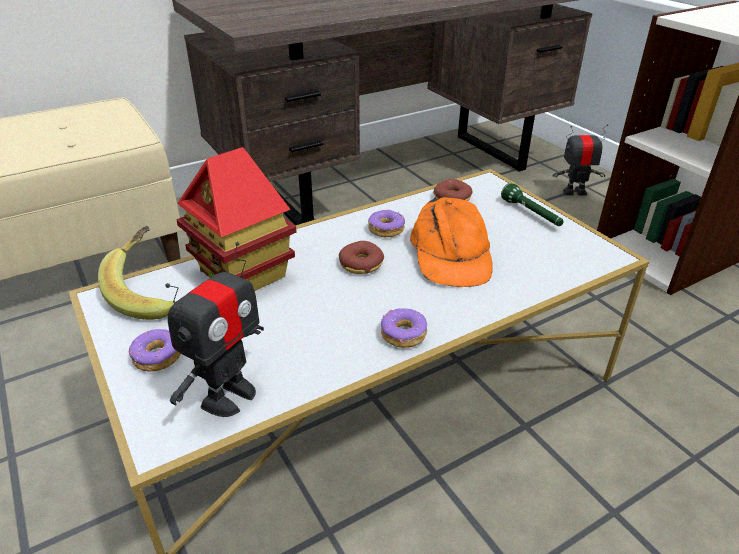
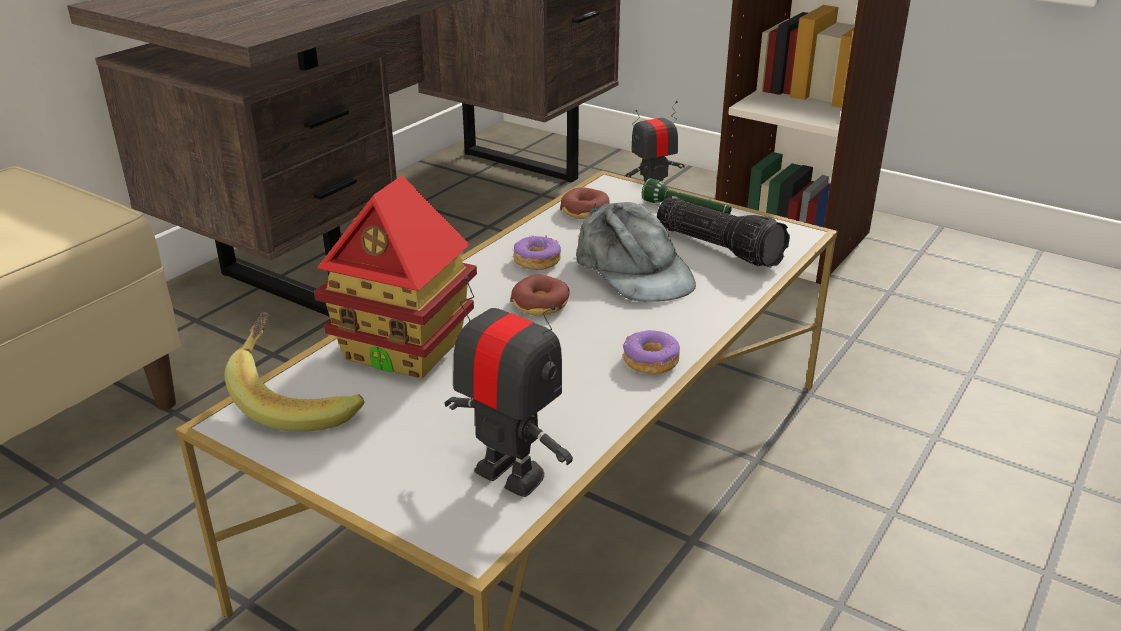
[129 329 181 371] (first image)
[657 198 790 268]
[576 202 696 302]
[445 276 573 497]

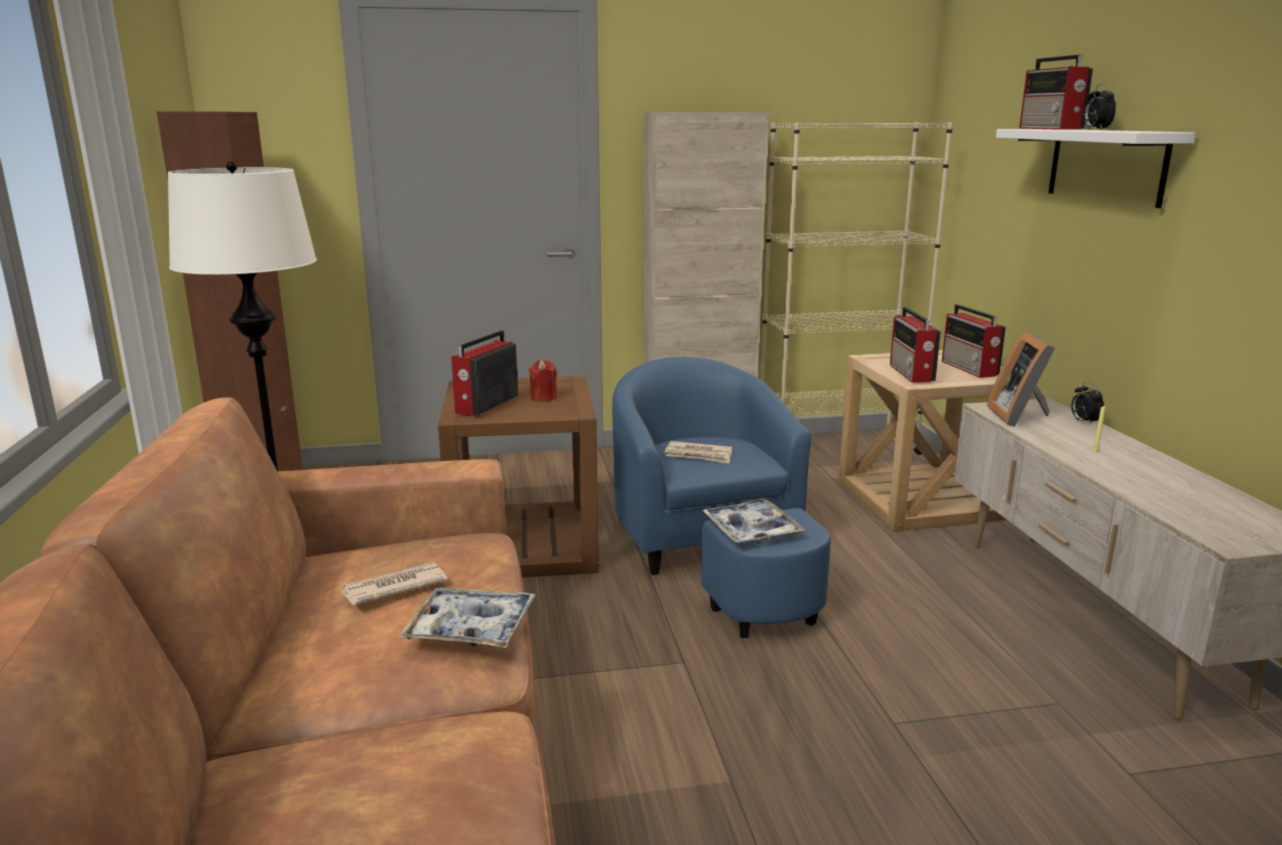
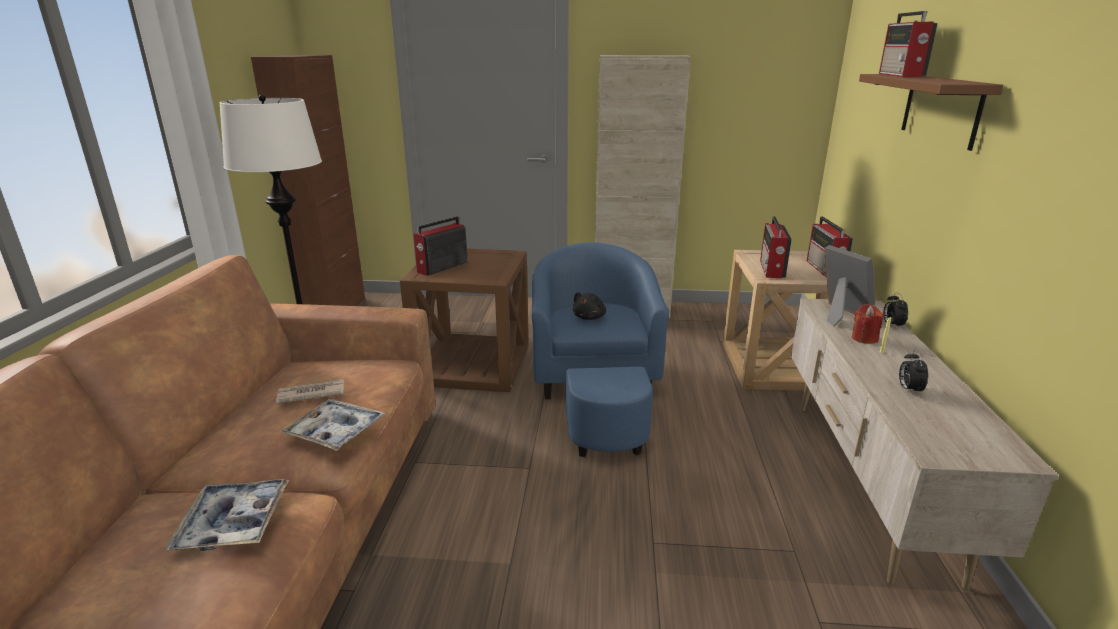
[760 122 953 455] (first image)
[852 304 883 344]
[166 479 289 551]
[899 350 928 394]
[573 292 606 320]
[859 74 1003 151]
[825 245 875 326]

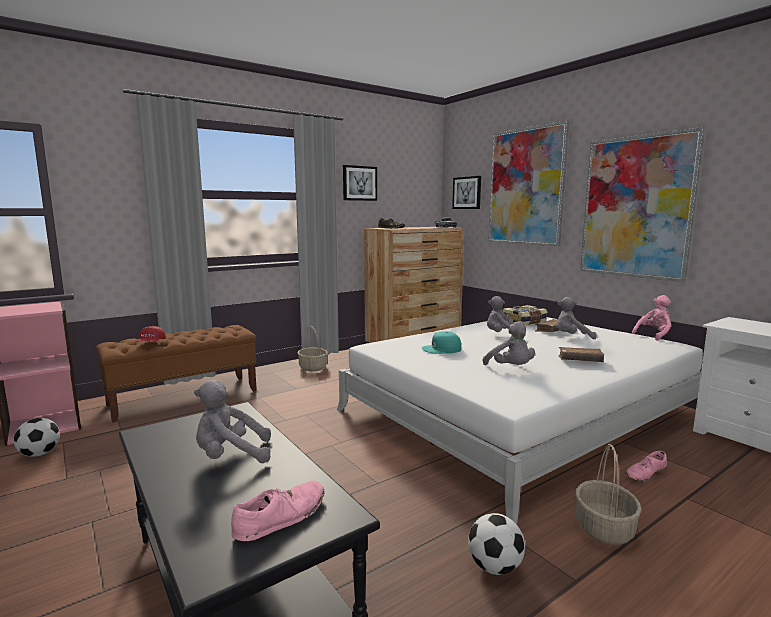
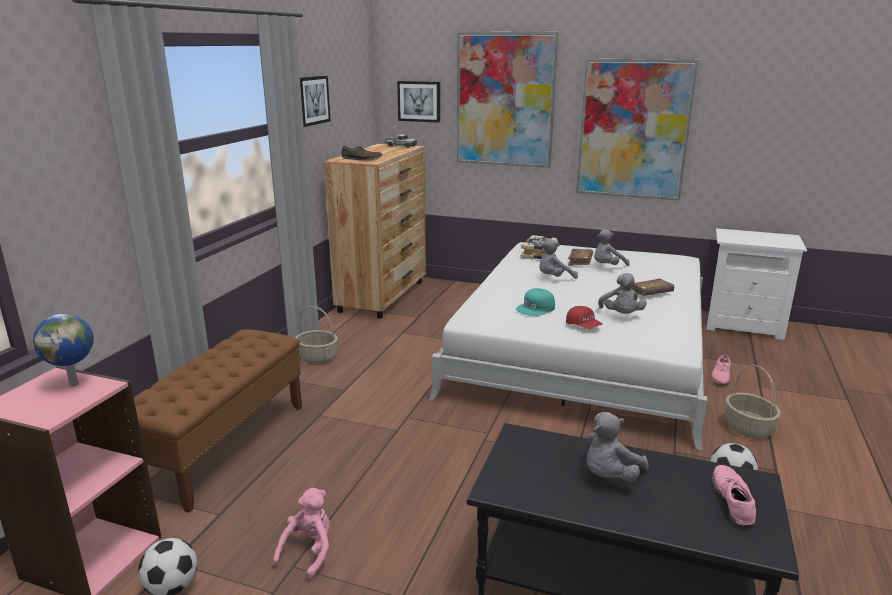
[33 314 94 387]
[566 306 603 329]
[272 488 330 580]
[598 273 647 314]

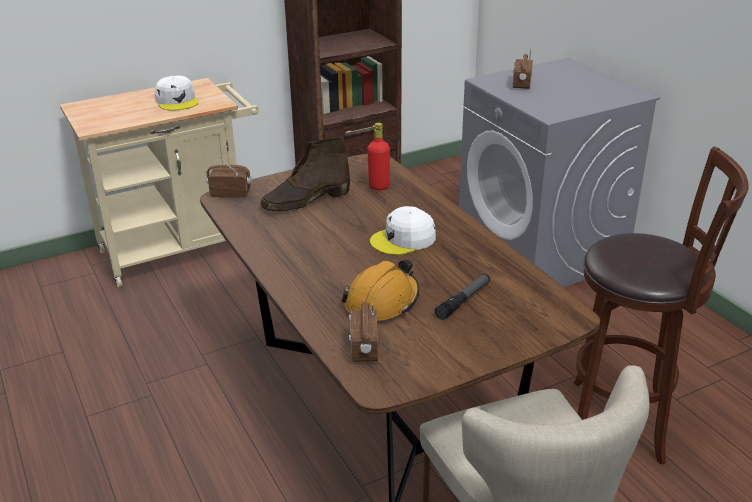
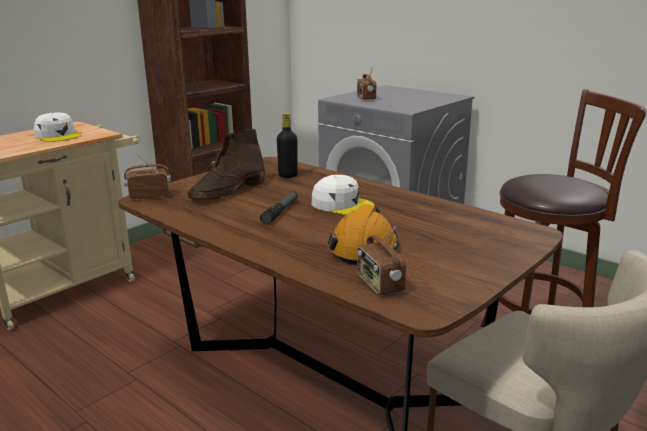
[260 192 298 225]
[277 113 298 178]
[312 175 374 215]

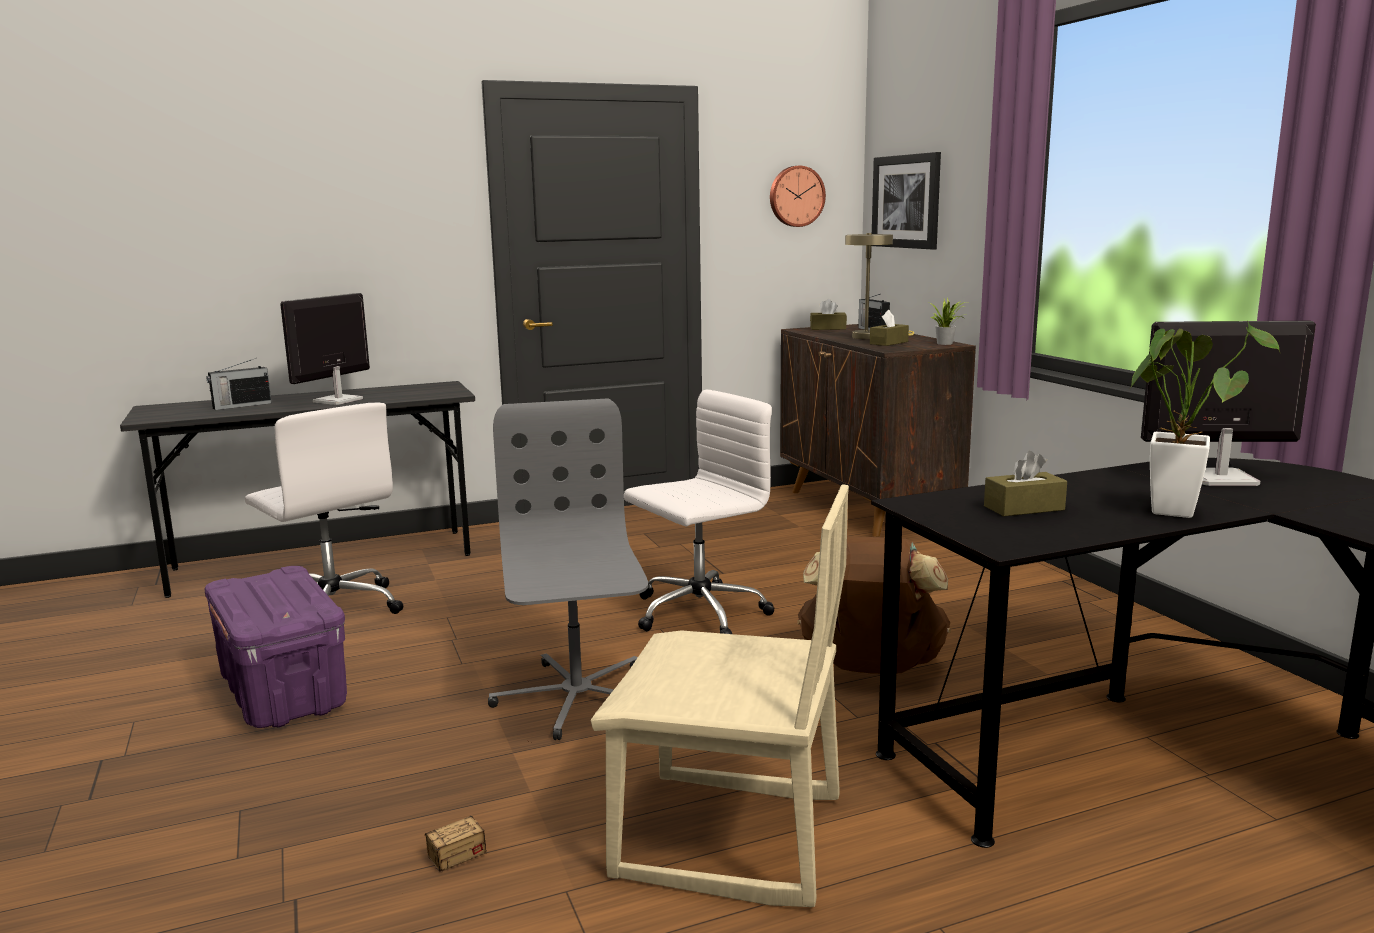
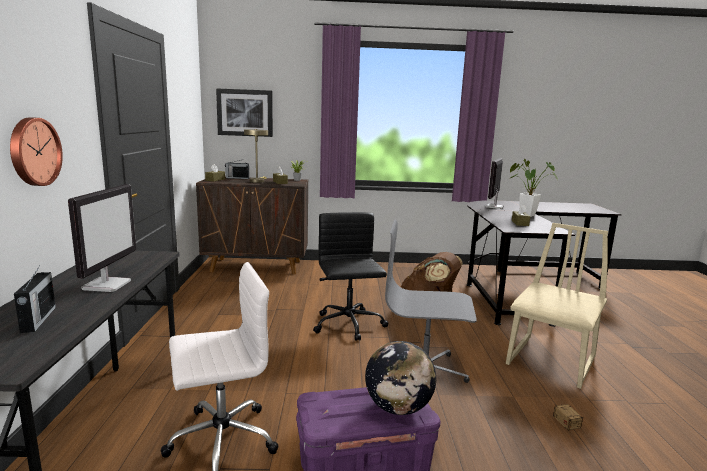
[365 341 436 415]
[10 117 63 186]
[313 212 388 341]
[68 184 136 292]

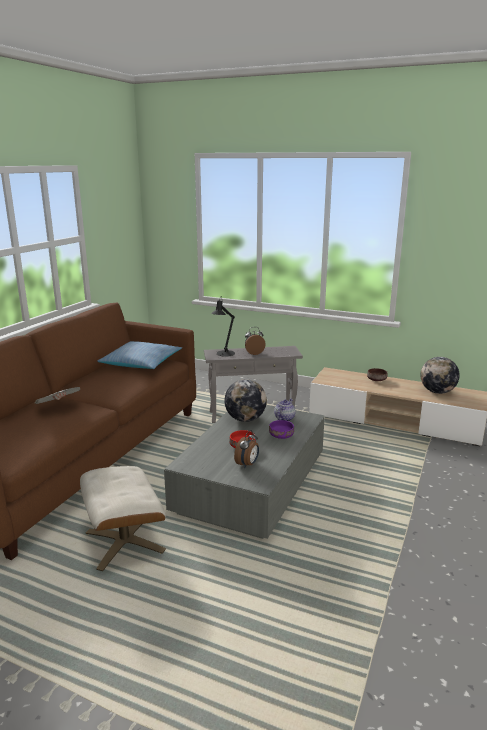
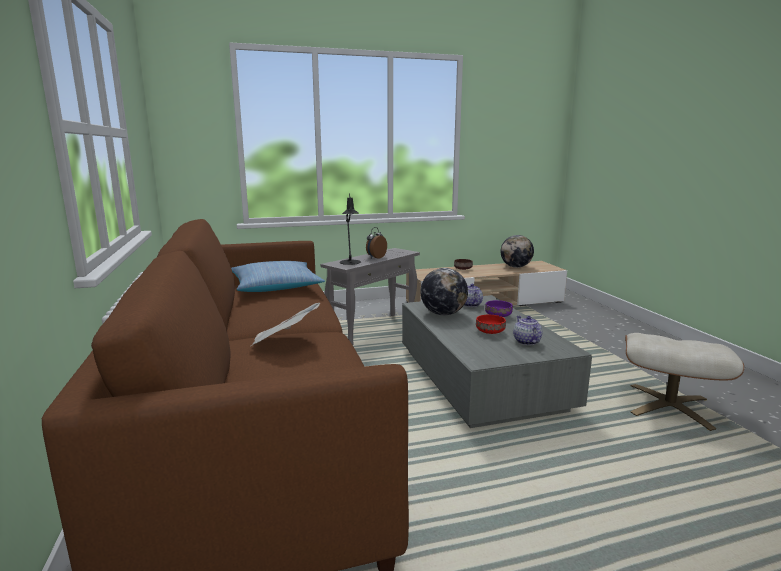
[625 333 744 431]
[513 316 542 345]

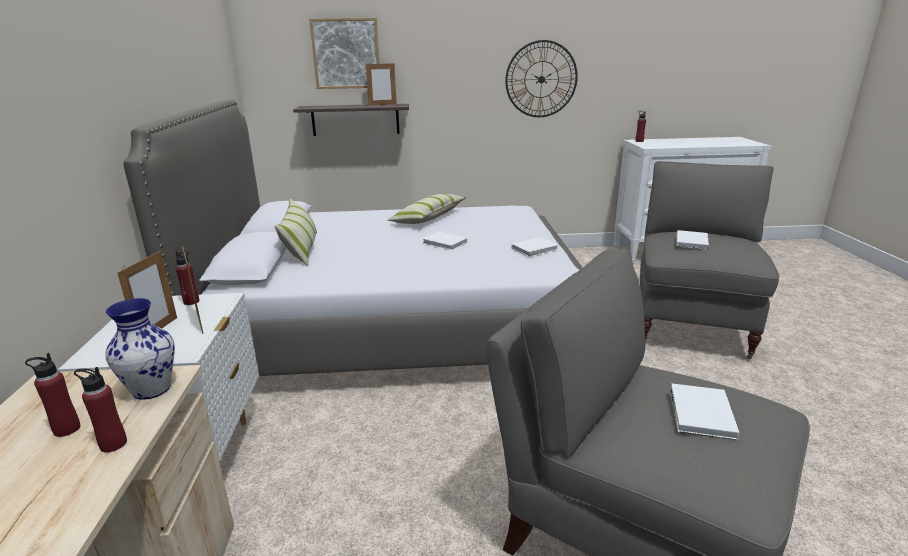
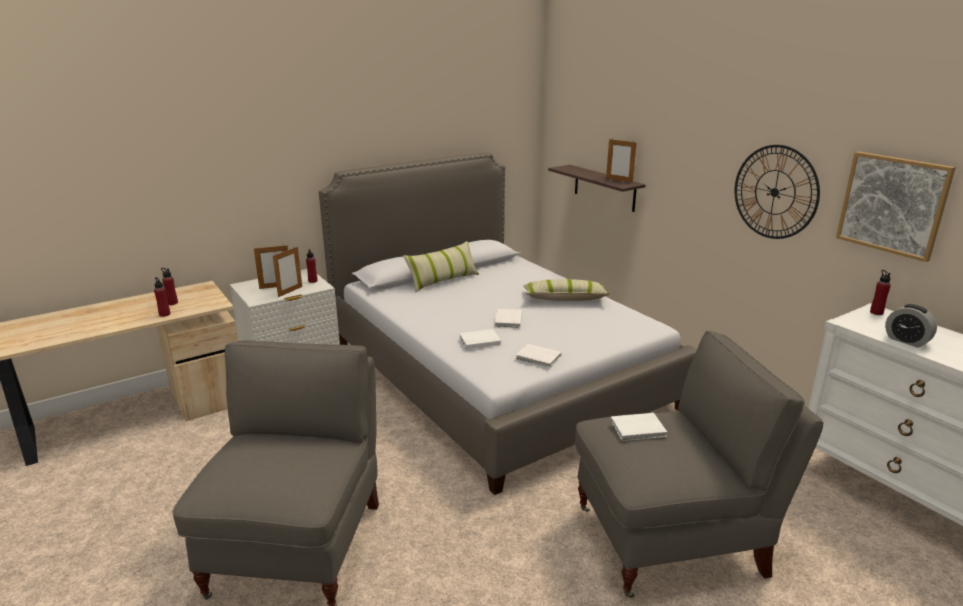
[105 298 175 400] (first image)
[885 304 937 348]
[836 152 955 262]
[459 329 501 349]

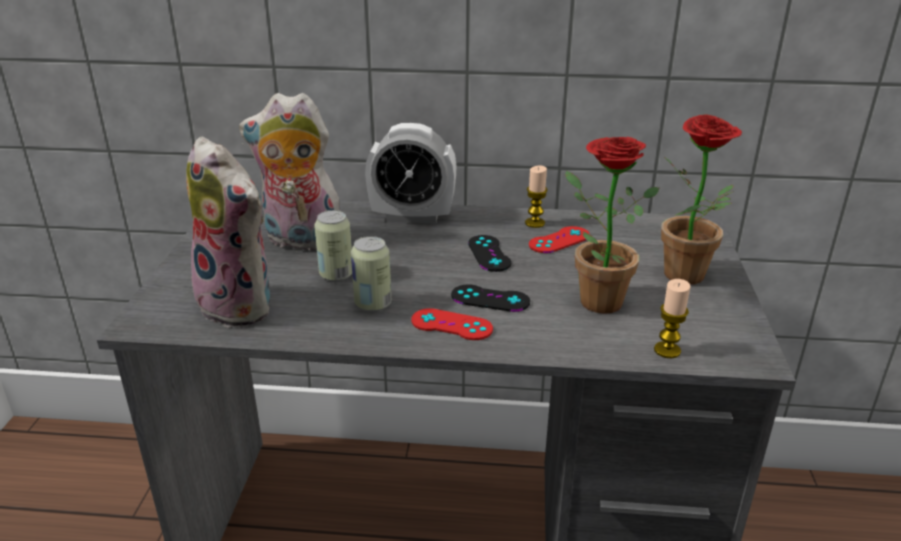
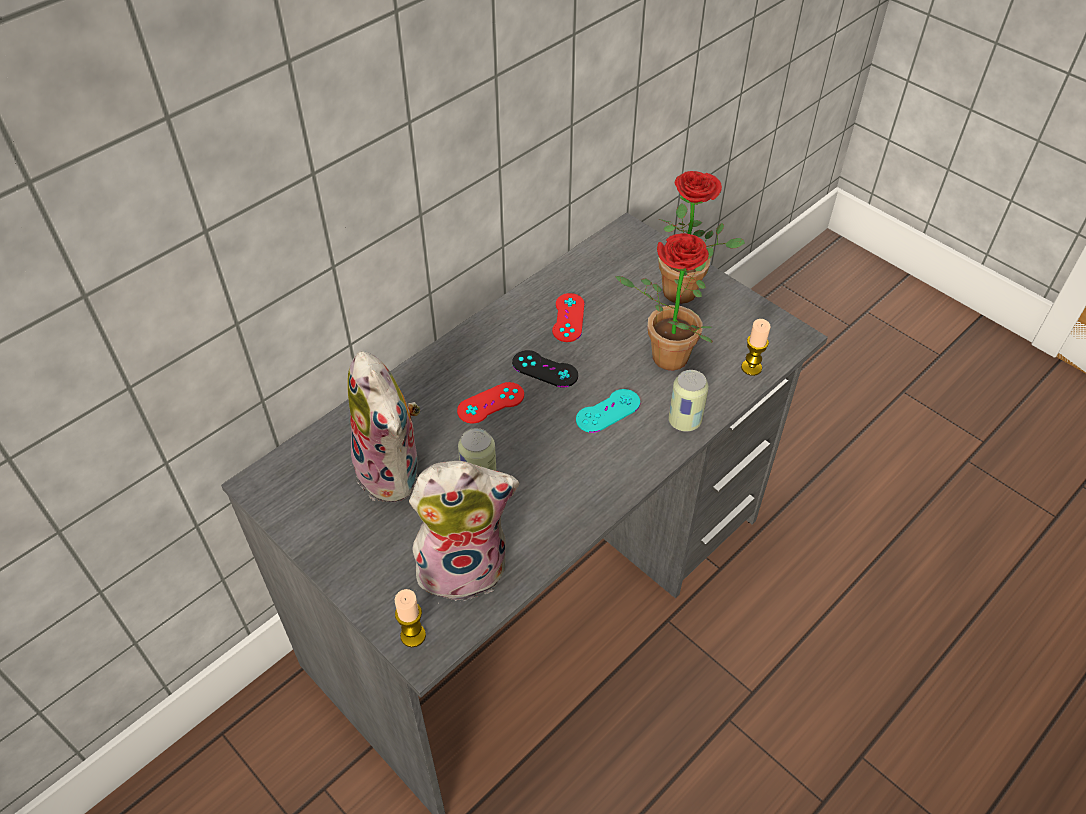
[365 123 457 224] (first image)
[668 370 709 432]
[457 382 524 423]
[395 589 426 647]
[576 389 640 433]
[347 351 420 502]

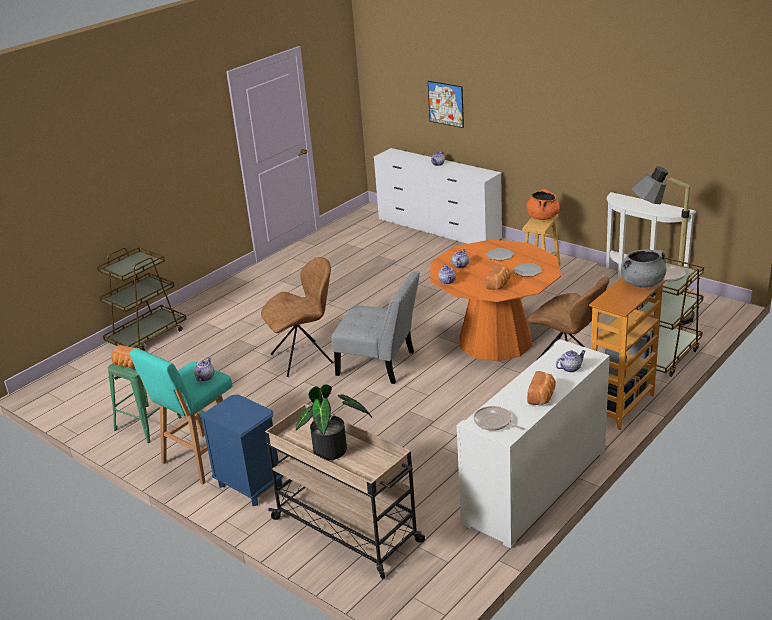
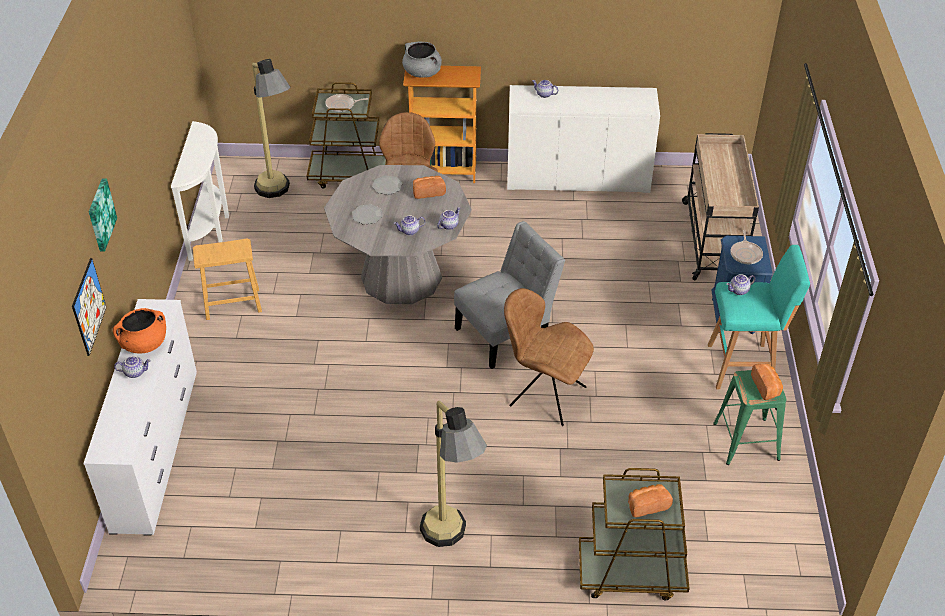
[296 384 372 460] (first image)
[89 178 117 252]
[420 401 487 547]
[730 230 763 264]
[113 308 166 354]
[628 484 673 517]
[324 165 472 304]
[454 221 565 369]

